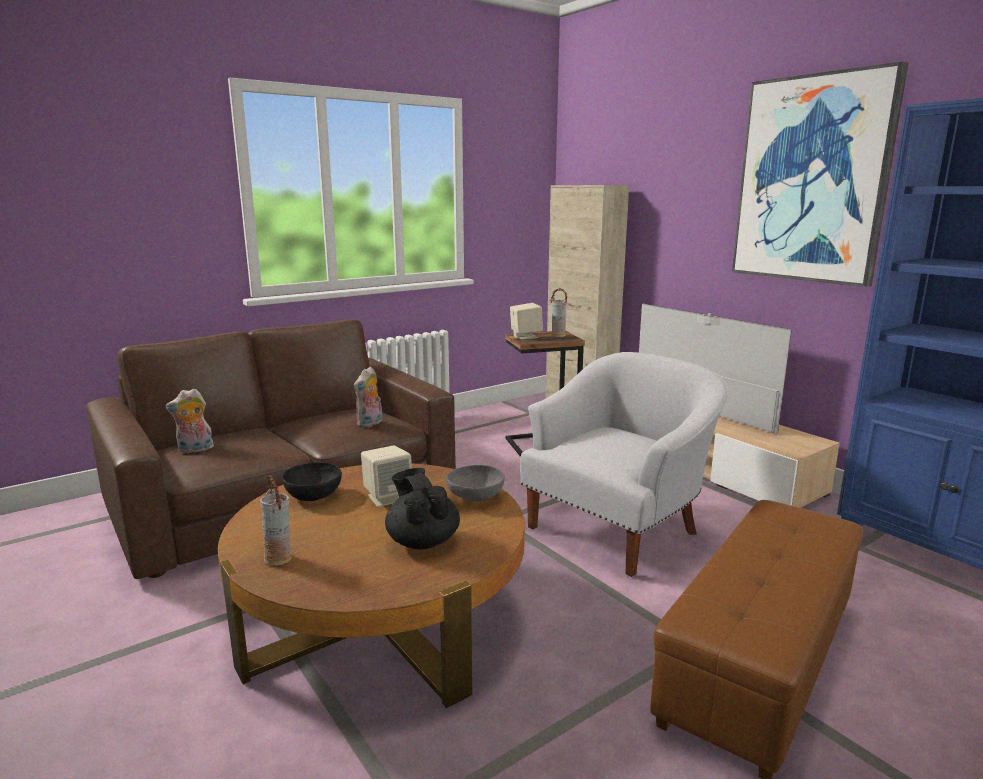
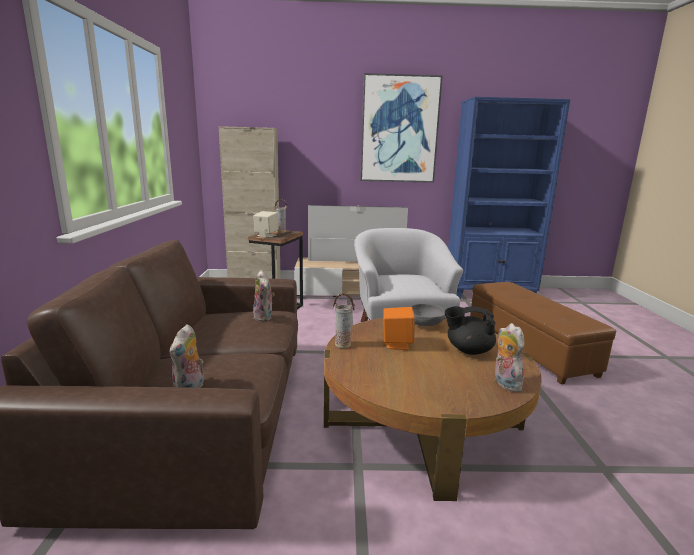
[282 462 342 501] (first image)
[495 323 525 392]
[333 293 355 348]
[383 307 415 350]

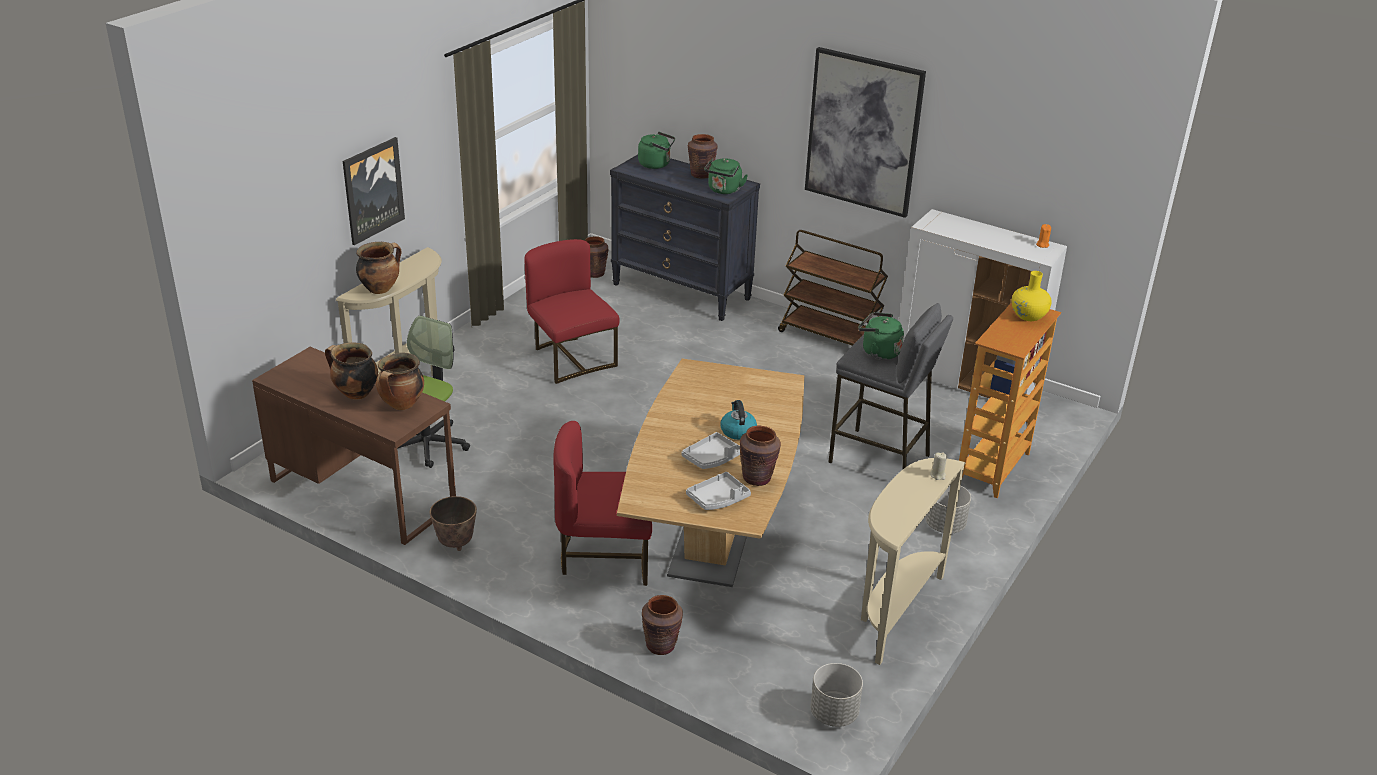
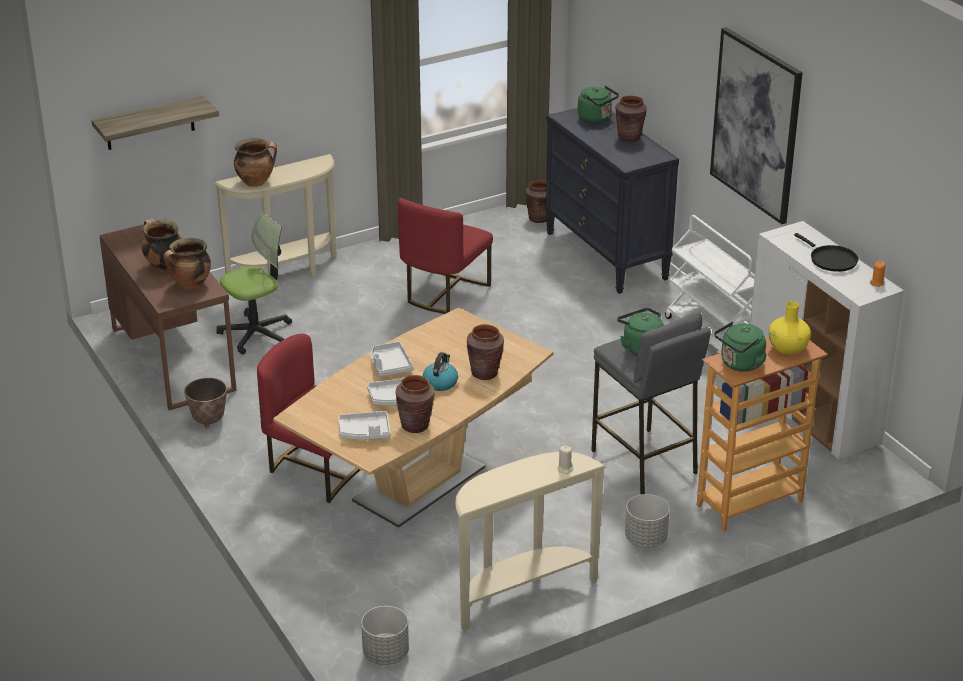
[343 137 405 245] (first image)
[91 95 219 150]
[371 342 414 377]
[794 233 859 272]
[467 324 504 380]
[714 322 767 372]
[665 215 755 354]
[398 198 493 314]

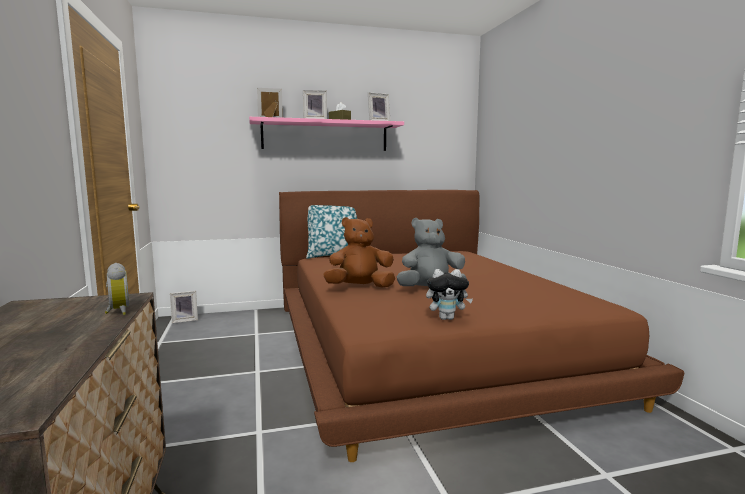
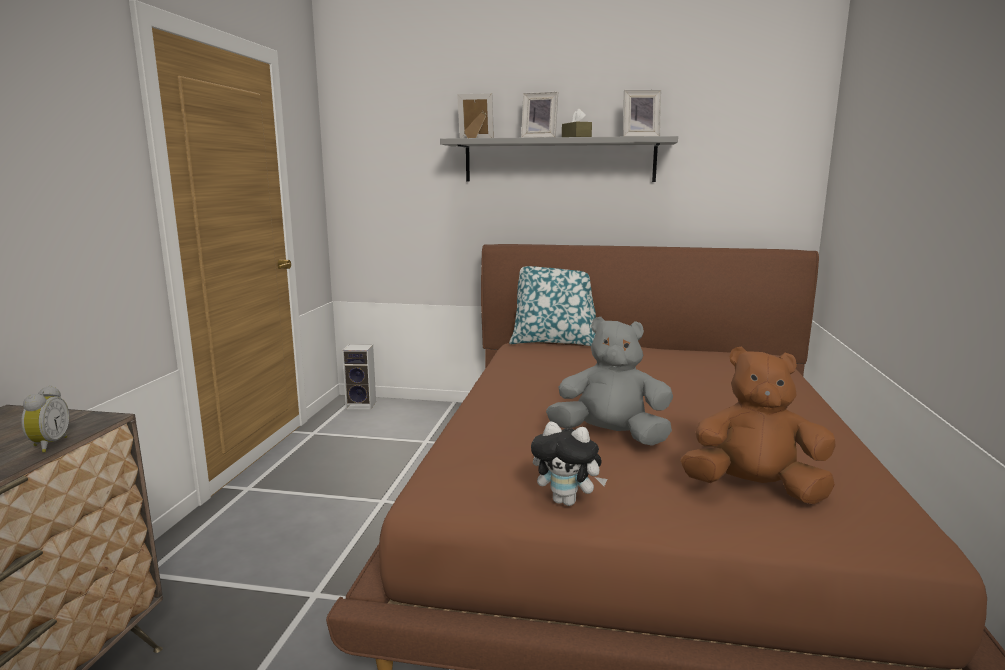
[681 346 836 504]
[342 344 376 410]
[440 136 678 182]

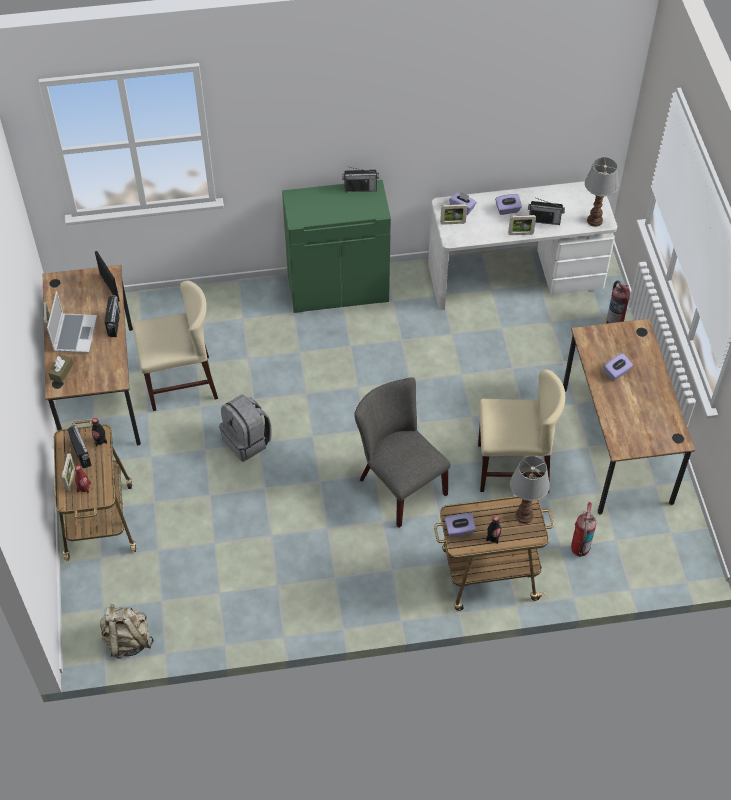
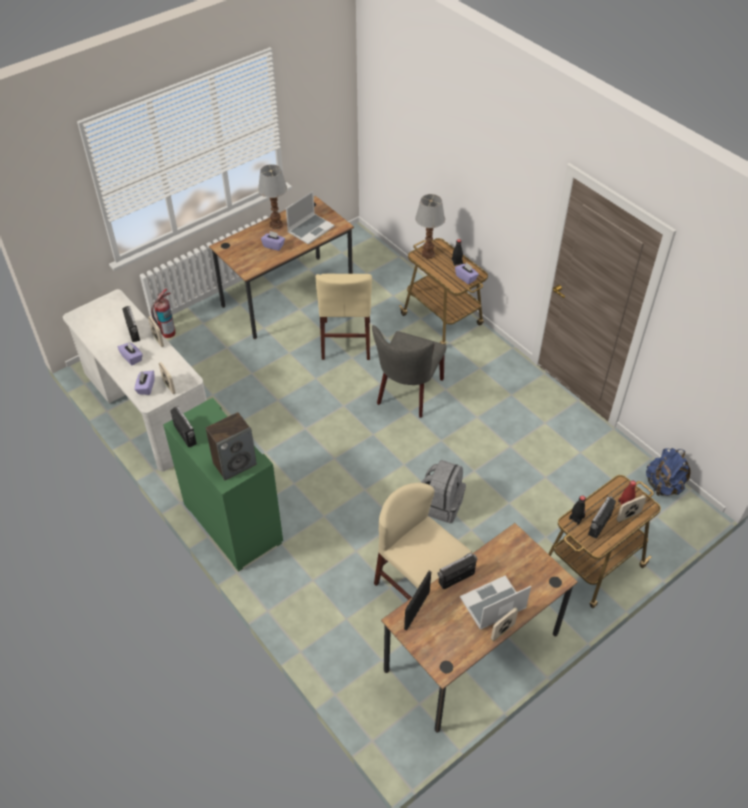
[48 354 73 383] (first image)
[571 502 596 557] (first image)
[206 412 257 480]
[286 191 334 244]
[258 164 287 229]
[646 448 691 496]
[316 274 372 360]

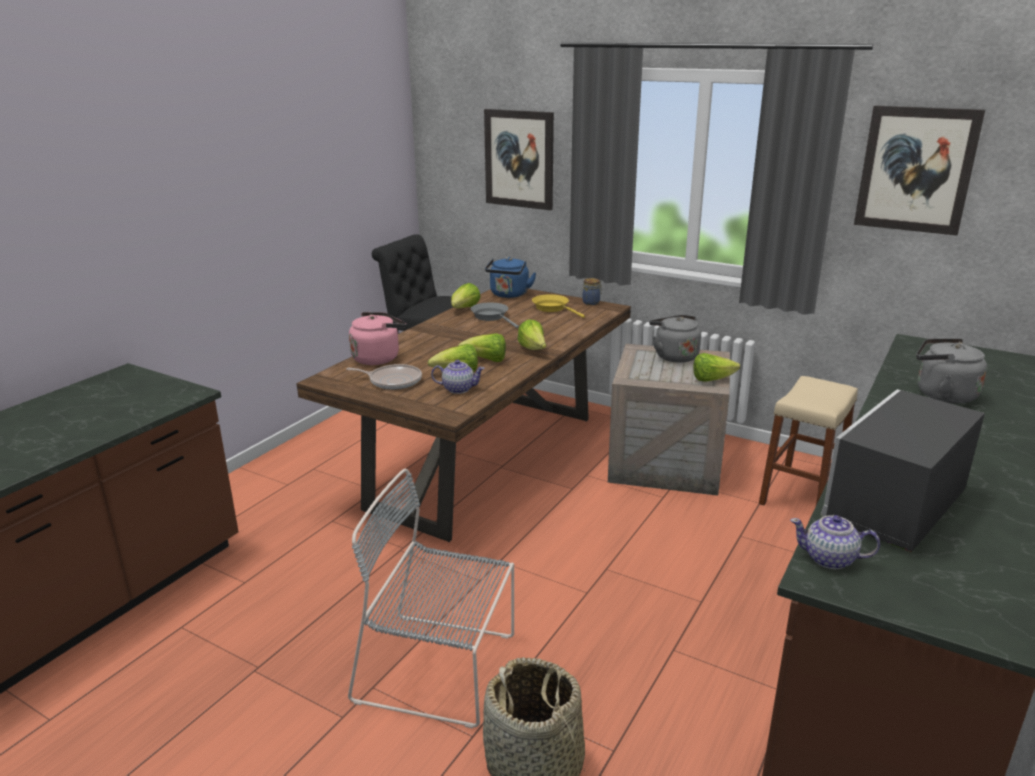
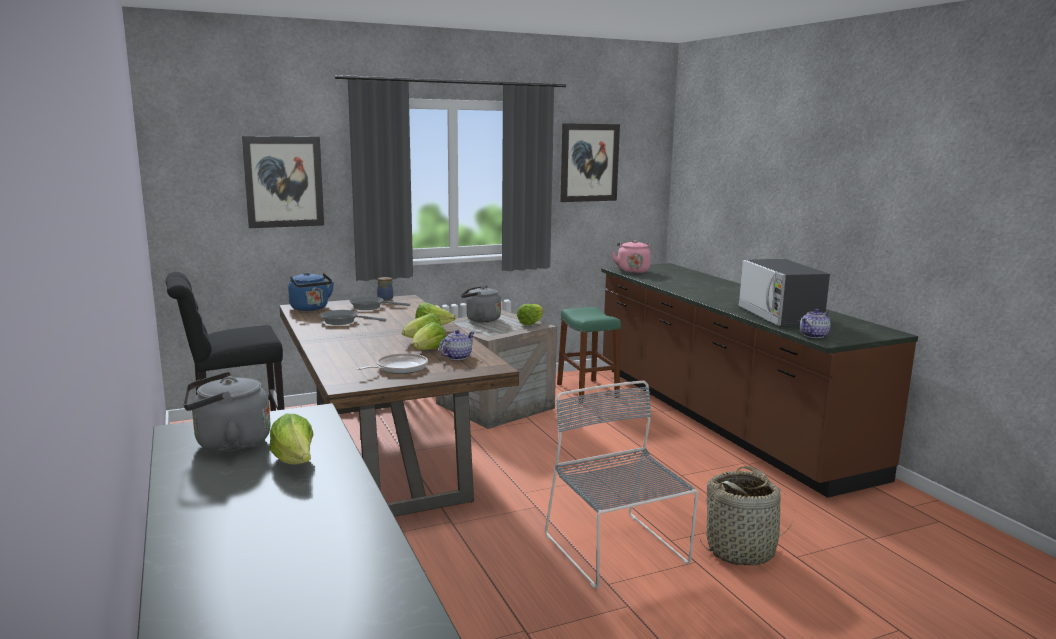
[611 240 651 273]
[270 414 313 465]
[183 372 271 453]
[349 297 410 310]
[557 307 621 403]
[545 381 698 589]

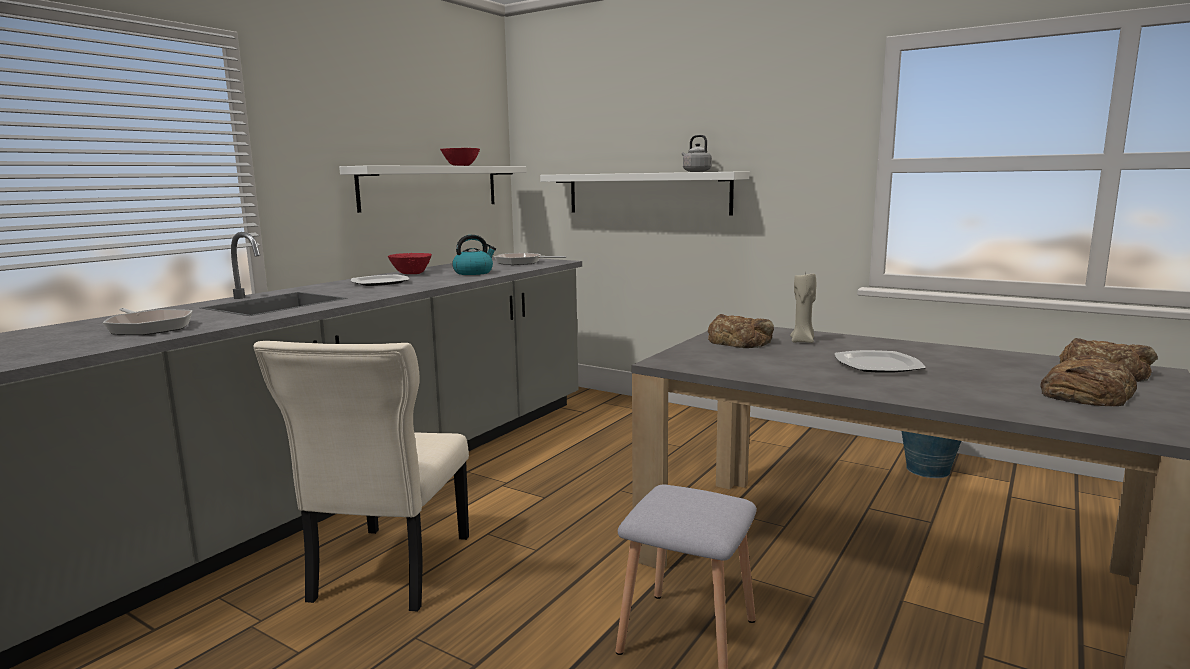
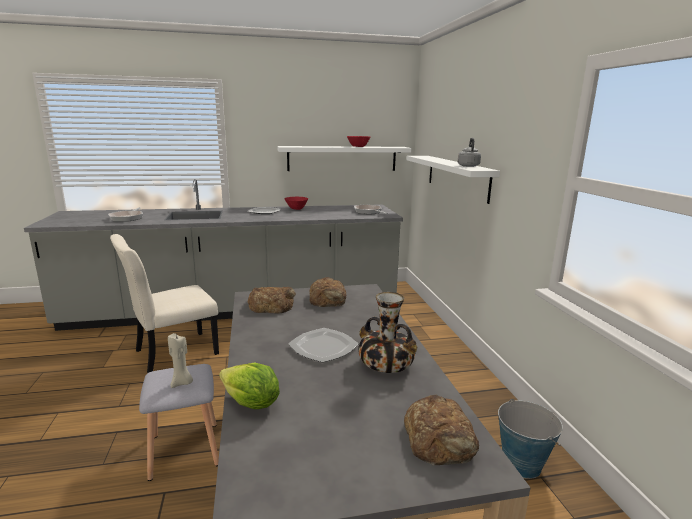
[452 235 496 275] (first image)
[219 362 280 409]
[359 292 418 373]
[168 333 193 388]
[248 287 296 313]

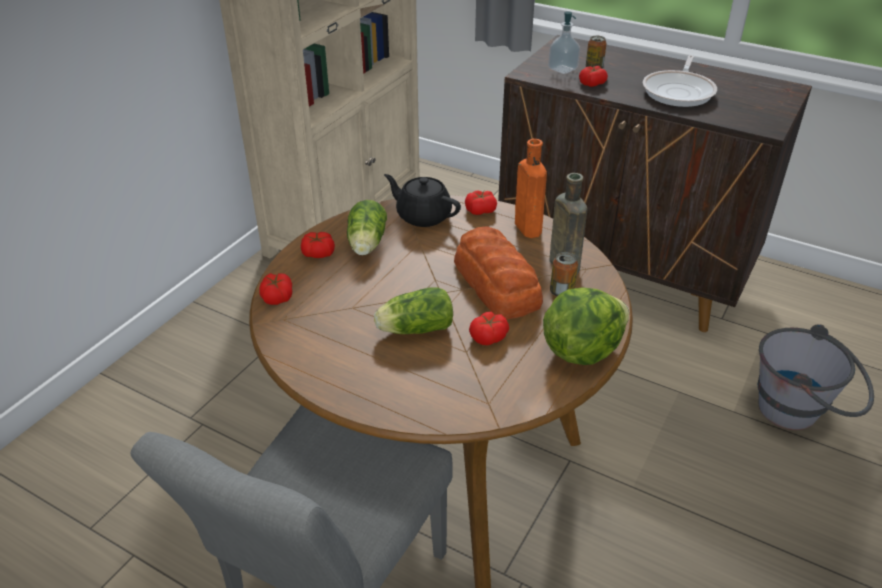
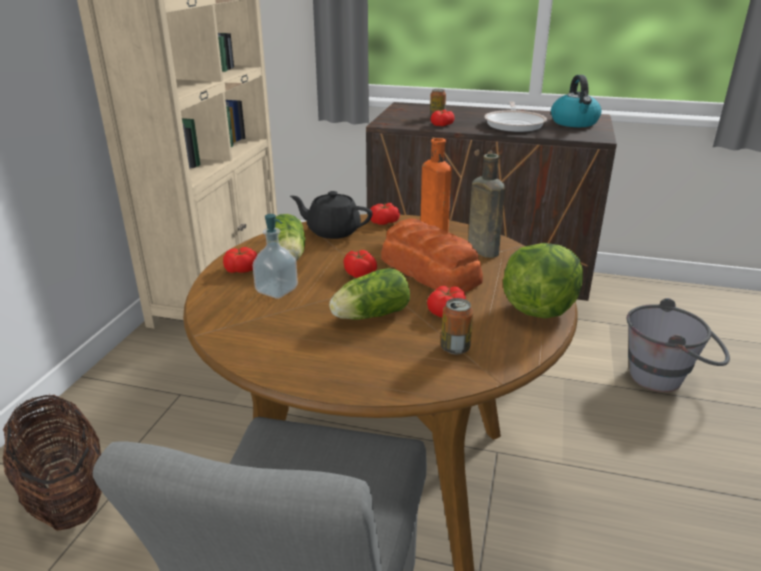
[2 394 102 531]
[551 75 602 127]
[343 250 377 278]
[252 214 298 299]
[441 298 473 354]

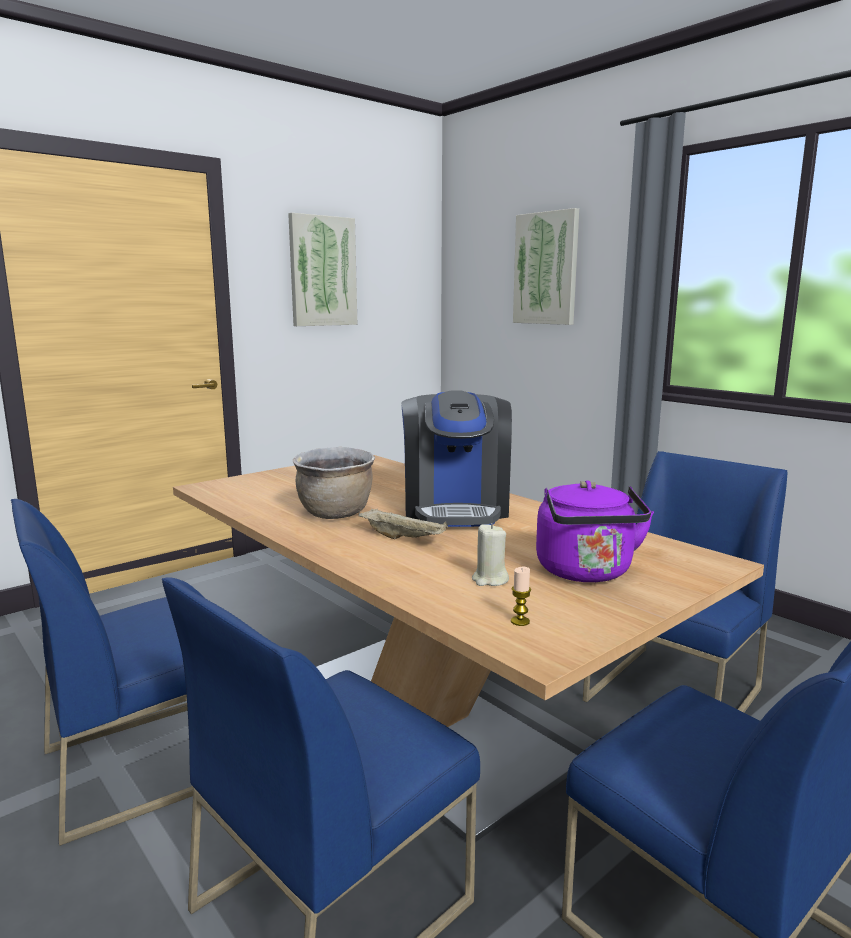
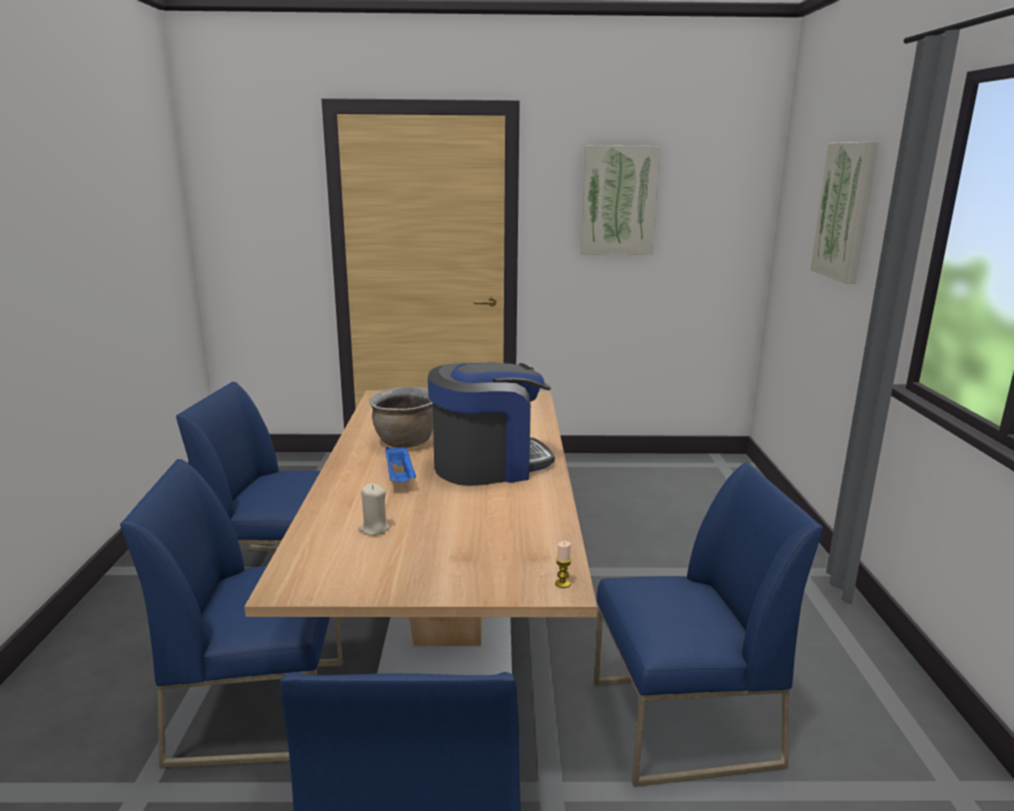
[536 480 654 582] (first image)
[555 541 572 588]
[386 446 416 482]
[428 362 555 486]

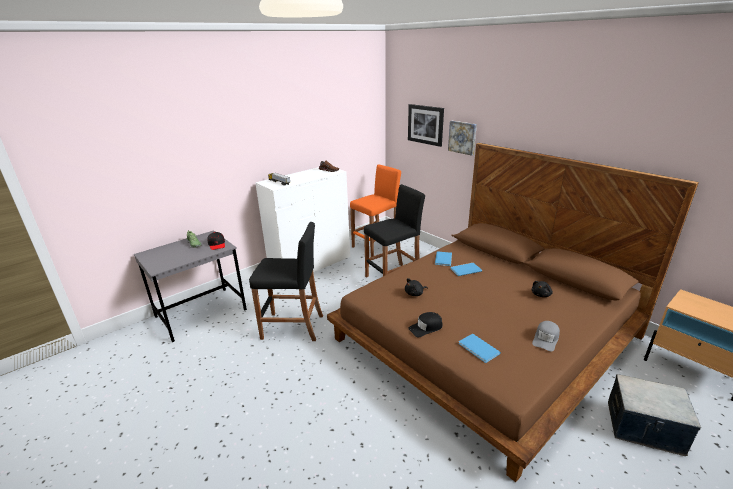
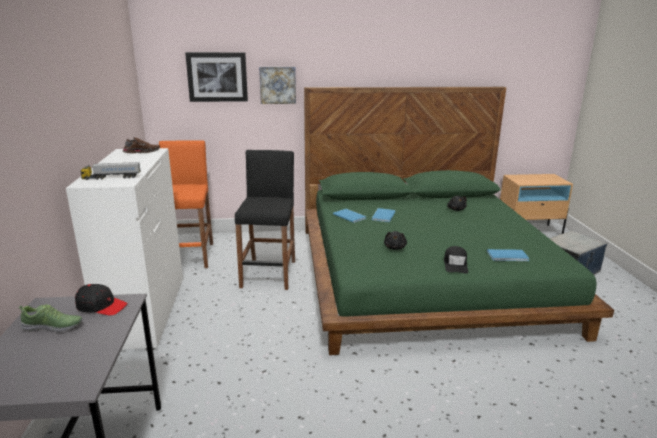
[249 222 323 341] (first image)
[532 321 560 352] (first image)
[304 87 614 355]

